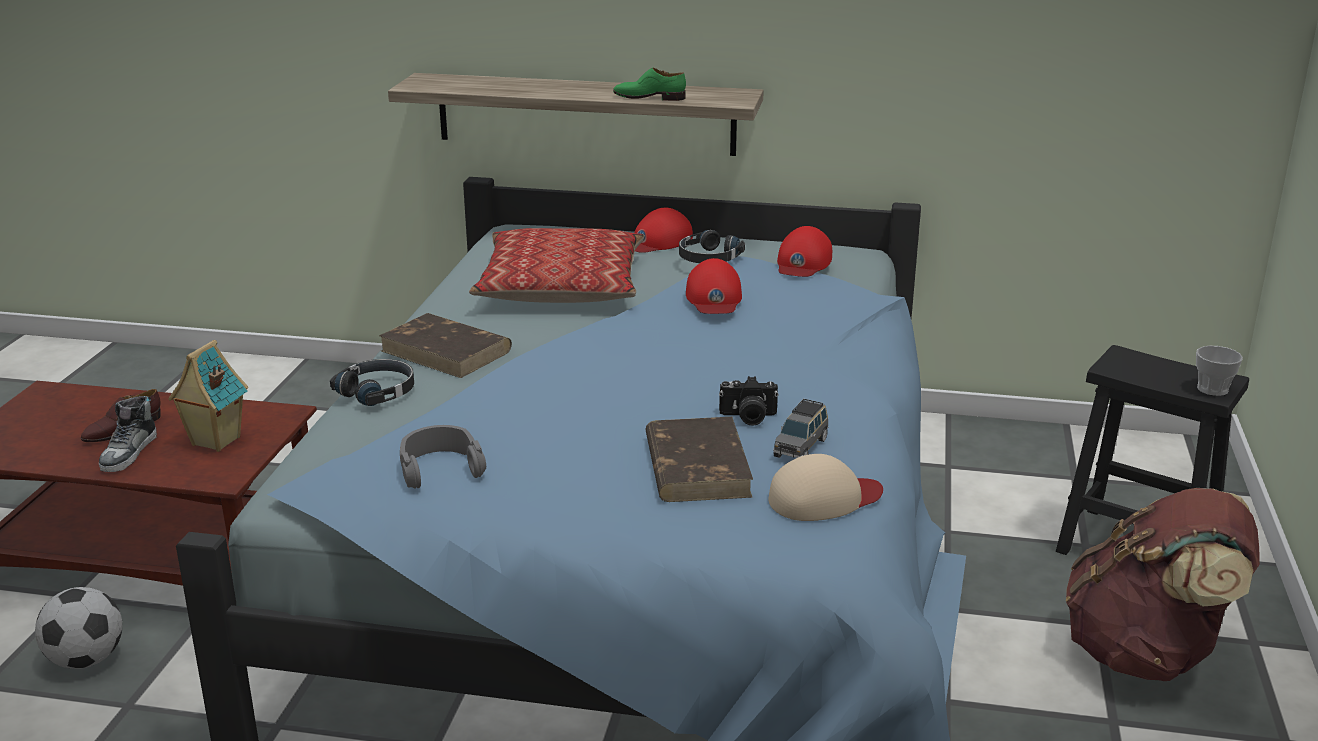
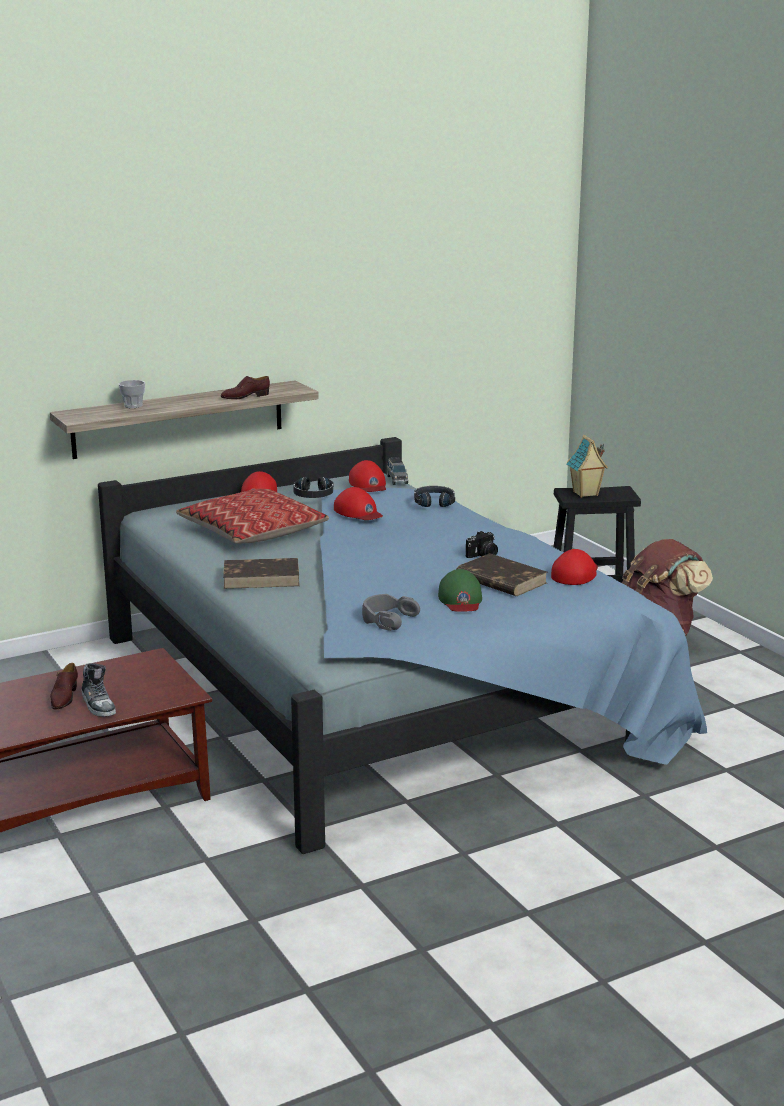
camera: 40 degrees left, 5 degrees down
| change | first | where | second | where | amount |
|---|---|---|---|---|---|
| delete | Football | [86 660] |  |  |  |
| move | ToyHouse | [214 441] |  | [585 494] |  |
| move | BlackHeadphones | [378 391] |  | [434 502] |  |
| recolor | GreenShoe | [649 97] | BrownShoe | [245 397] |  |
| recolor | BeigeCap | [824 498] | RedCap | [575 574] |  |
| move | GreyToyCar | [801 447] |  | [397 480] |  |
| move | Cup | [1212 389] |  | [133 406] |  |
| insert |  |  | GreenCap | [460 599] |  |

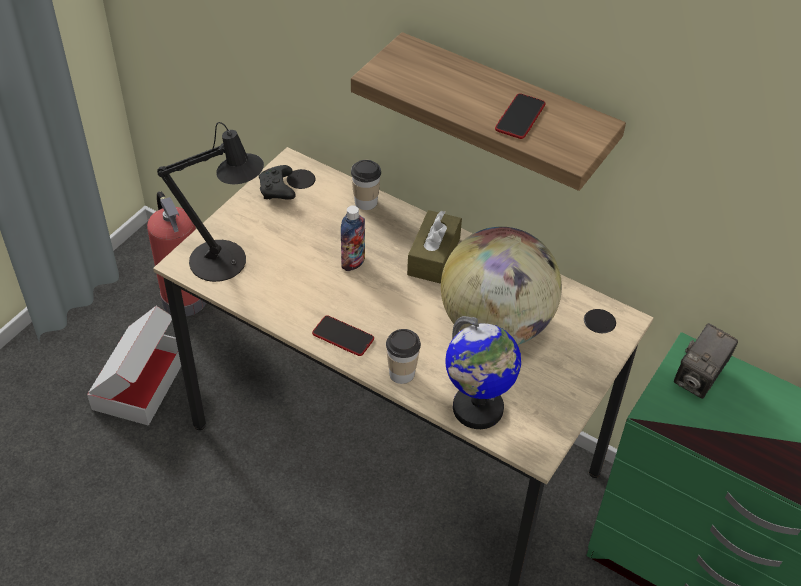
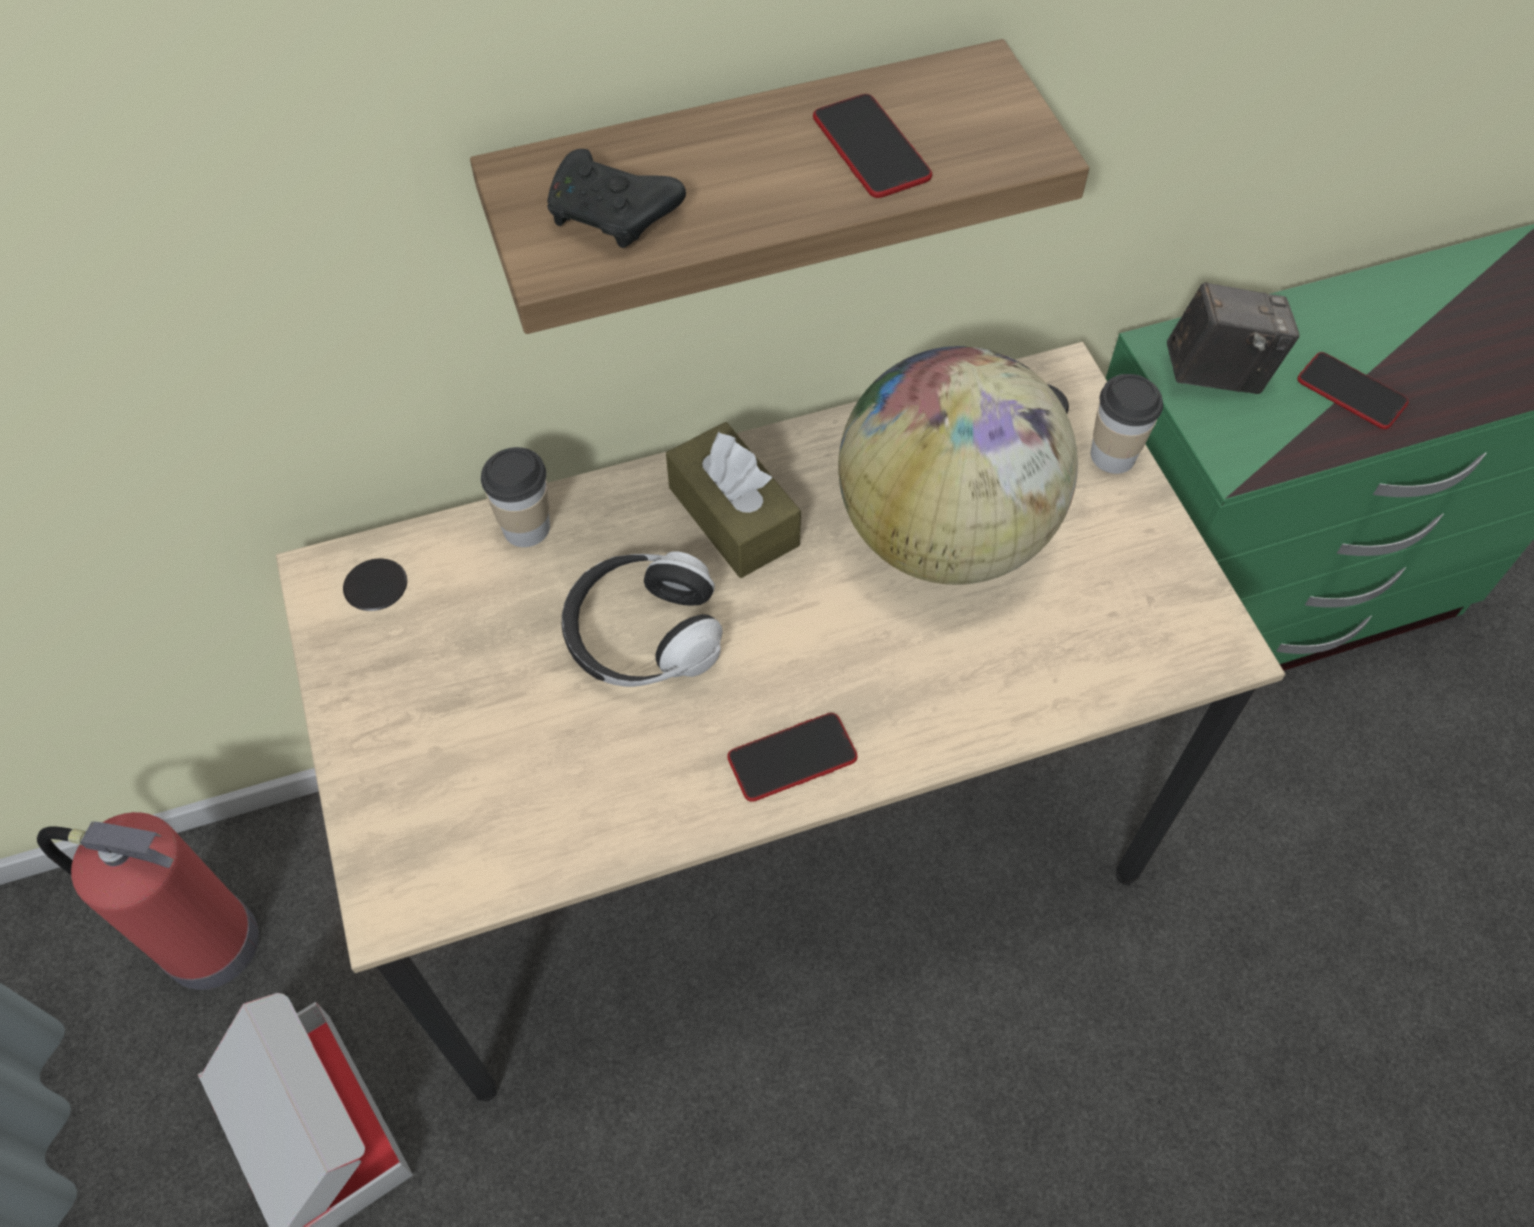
camera: 50 degrees left, 10 degrees up
| change | first | where | second | where | amount |
|---|---|---|---|---|---|
| delete | BlackTableLamp | [226 263] |  |  |  |
| move | BlackGameController | [278 190] |  | [614 215] |  |
| replace | Bottle | [353 262] | Headphones | [643 635] |  |
| move | Cup | [402 373] |  | [1113 455] |  |
| delete | Globe | [477 409] |  |  |  |
| rotate | PhotoCamera | [699 379] |  | [1217 373] | 75 degrees counterclockwise |
| insert |  |  | Phone | [1351 392] |  |

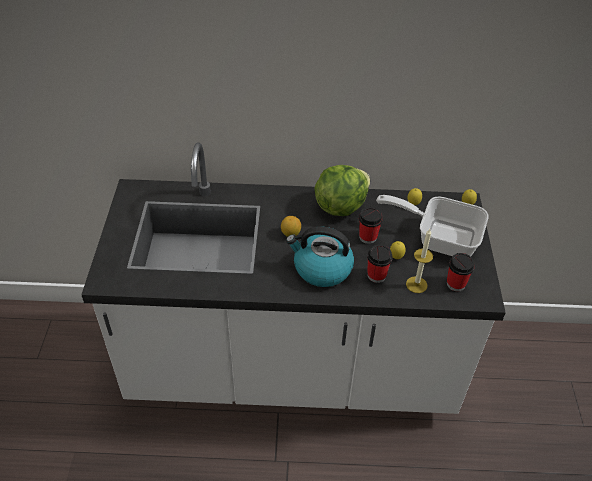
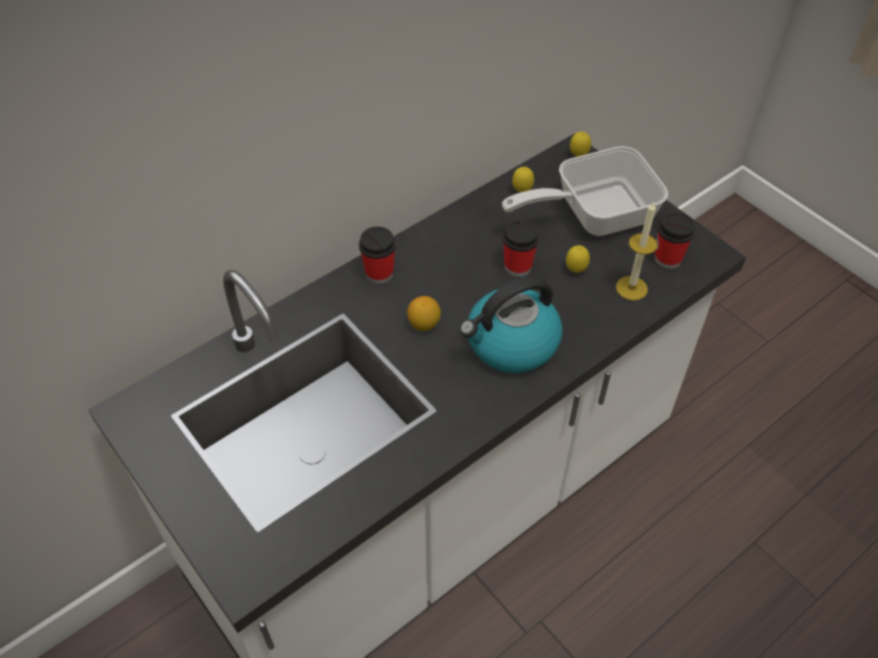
camera: 40 degrees left, 5 degrees up
| change | first | where | second | where | amount |
|---|---|---|---|---|---|
| delete | Lettuce | [340 206] |  |  |  |
| move | Cup | [376 275] |  | [379 273] |  |

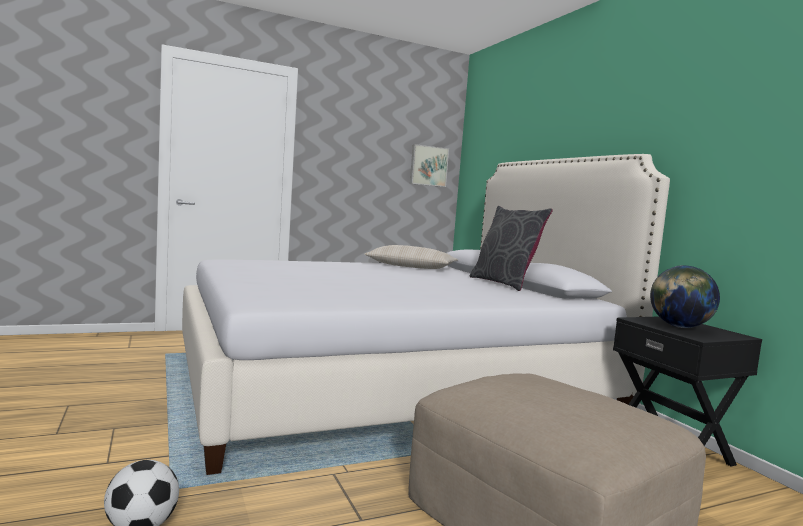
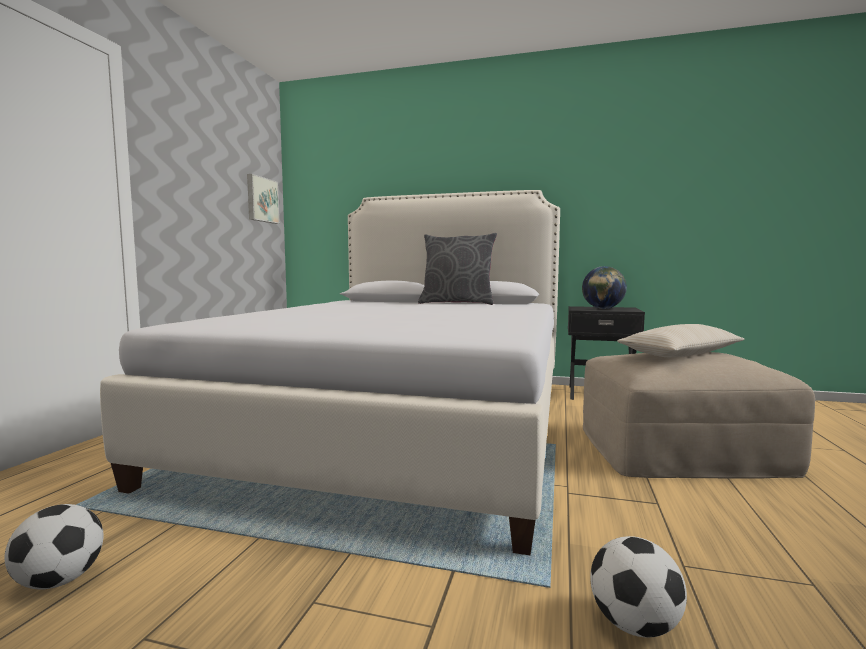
camera: 50 degrees left, 0 degrees up
| change | first | where | second | where | amount |
|---|---|---|---|---|---|
| move | BeigePillow | [410 267] |  | [681 354] |  |
| insert |  |  | Football | [59 581] |  |

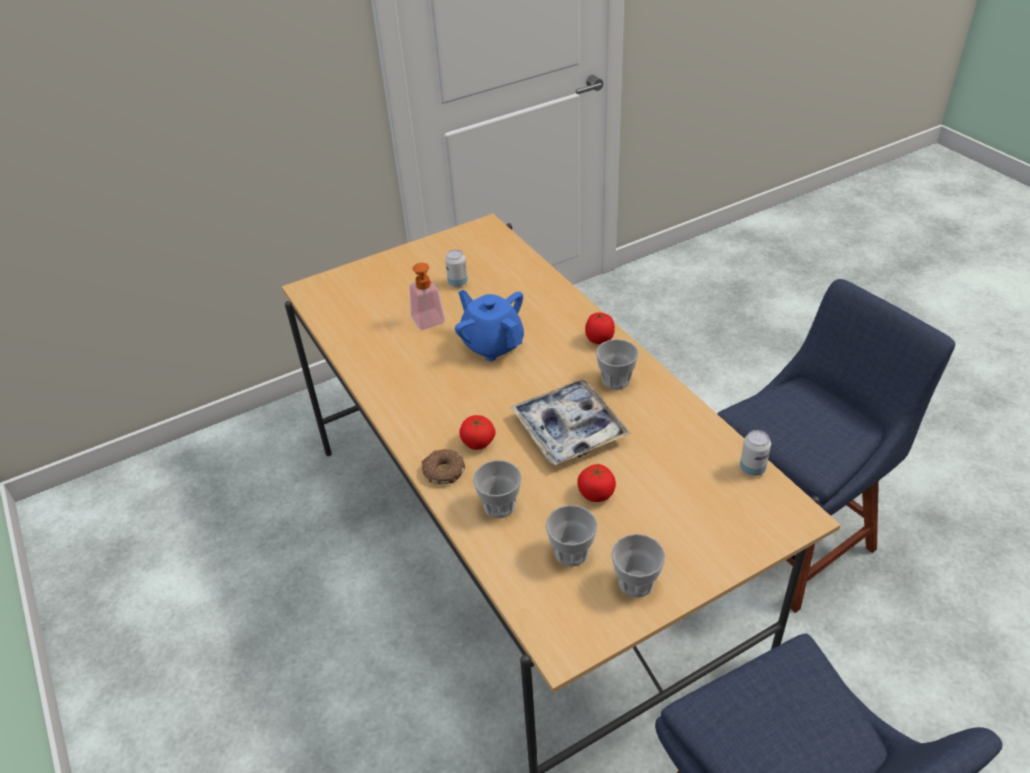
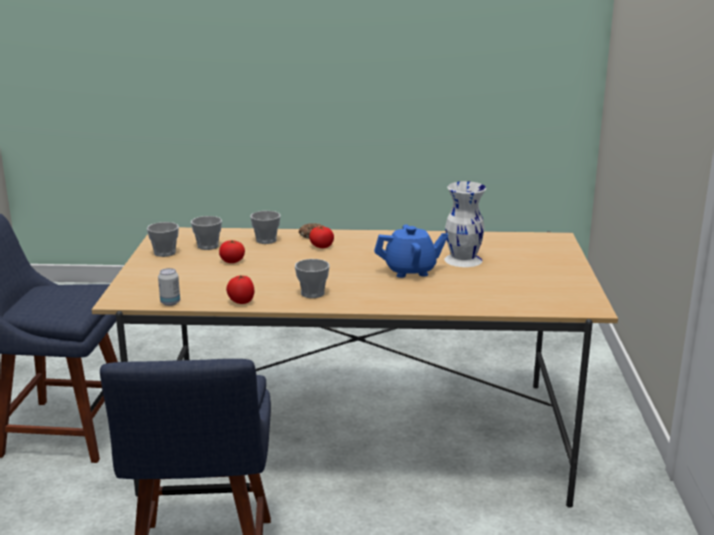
camera: 120 degrees right, 20 degrees down
| change | first | where | second | where | amount |
|---|---|---|---|---|---|
| replace | SoapDispenser | [430 323] | WhiteVase | [463 260] |  |
| delete | Can | [457 283] |  |  |  |
| delete | Tray | [569 429] |  |  |  |
| move | Tomato | [599 340] |  | [241 302] |  |

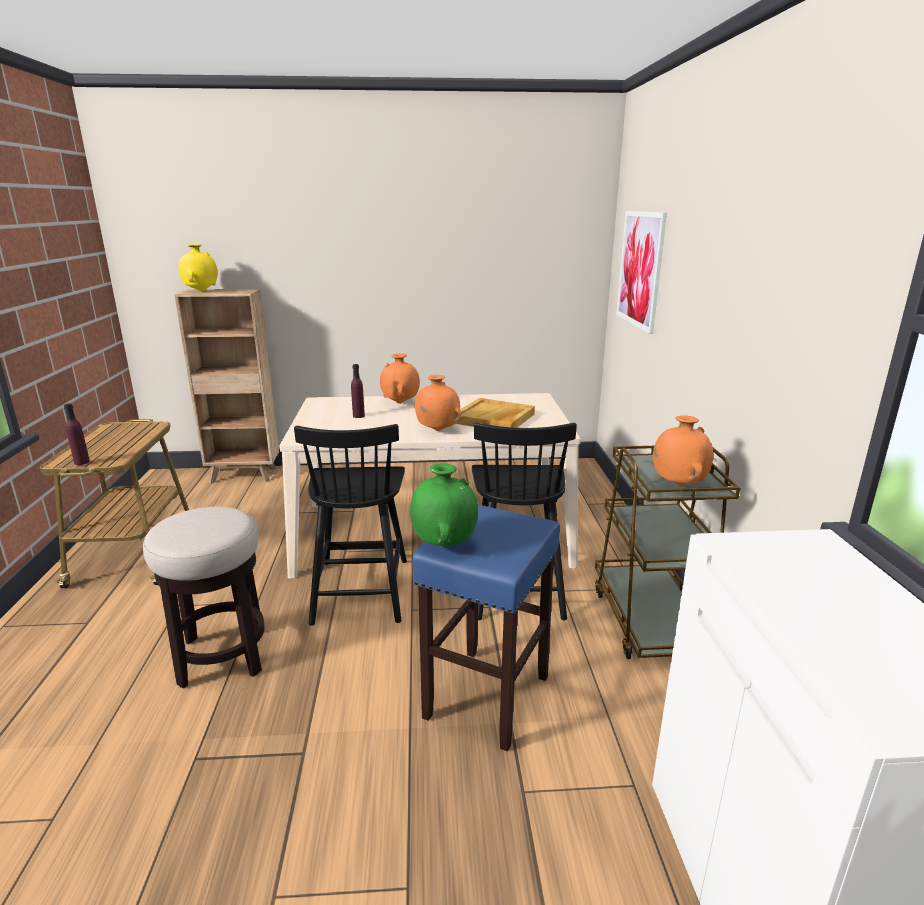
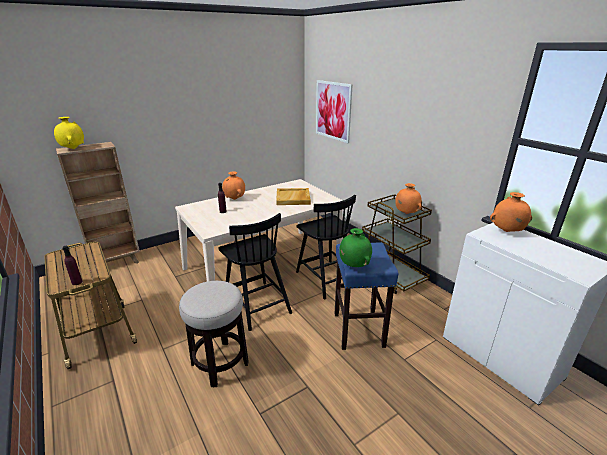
camera: 30 degrees left, 5 degrees up
| change | first | where | second | where | amount |
|---|---|---|---|---|---|
| move | OrangeVase | [437 430] |  | [506 231] |  |

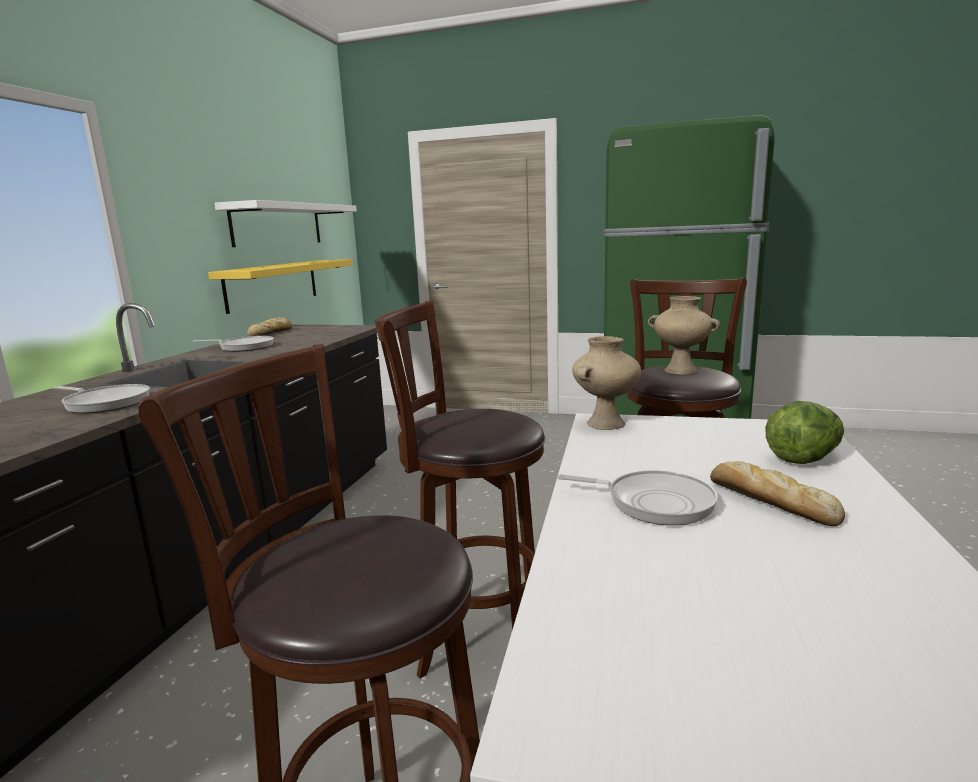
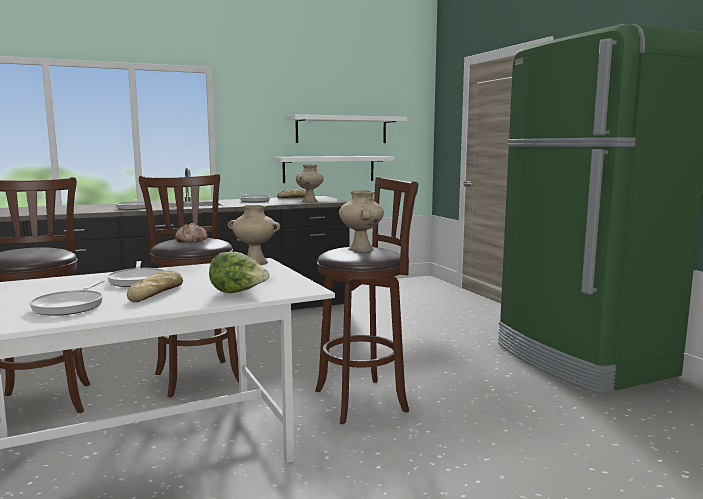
camera: 50 degrees right, 5 degrees down
| change | first | where | second | where | amount |
|---|---|---|---|---|---|
| recolor | YellowShelf | [273 284] | WhiteShelf | [329 169] |  |
| insert |  |  | FryingPan | [71 306] |  |
| insert |  |  | Bread | [191 241] |  |
| insert |  |  | BeigeVase | [309 201] |  |

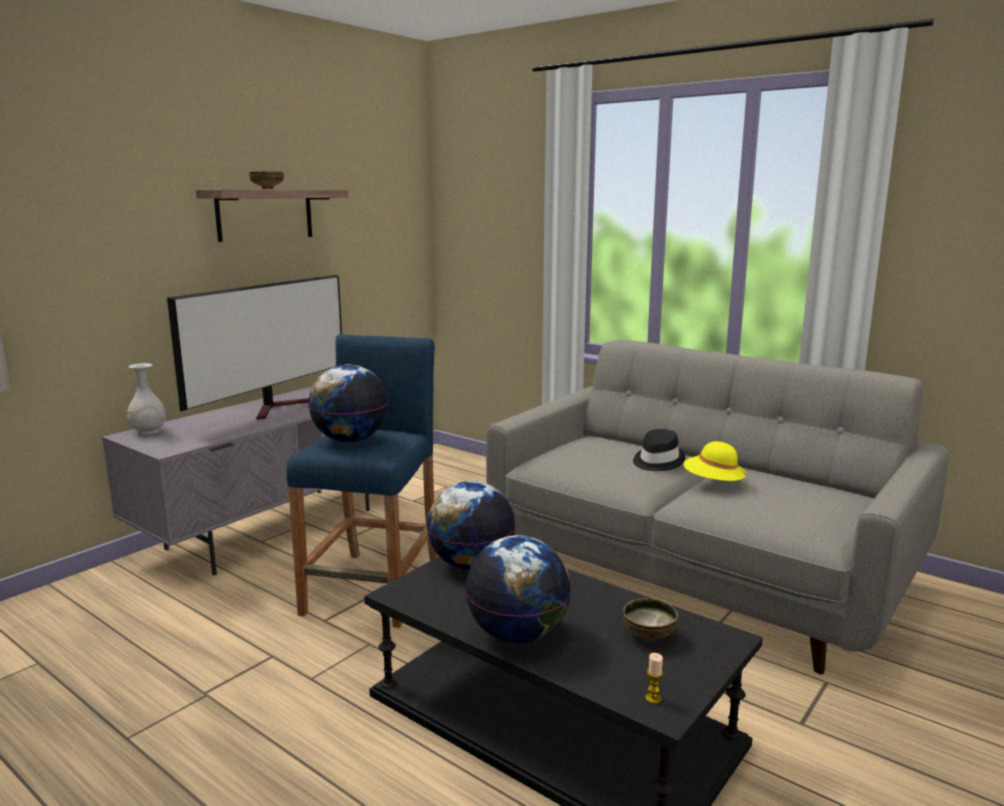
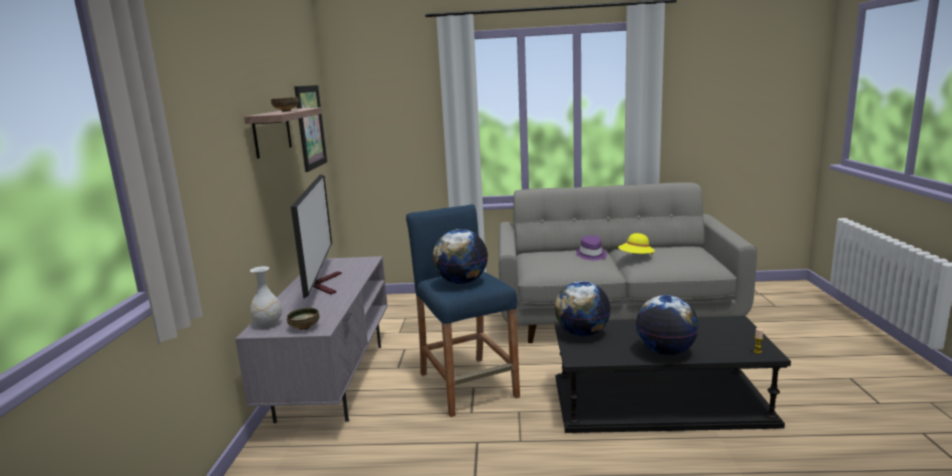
camera: 35 degrees left, 0 degrees up
| change | first | where | second | where | amount |
|---|---|---|---|---|---|
| move | Bowl | [650 636] |  | [305 328] |  |
| recolor | BlackHat | [657 461] | PurpleHat | [591 255] |  |
| insert |  |  | Picture | [310 127] |  |

